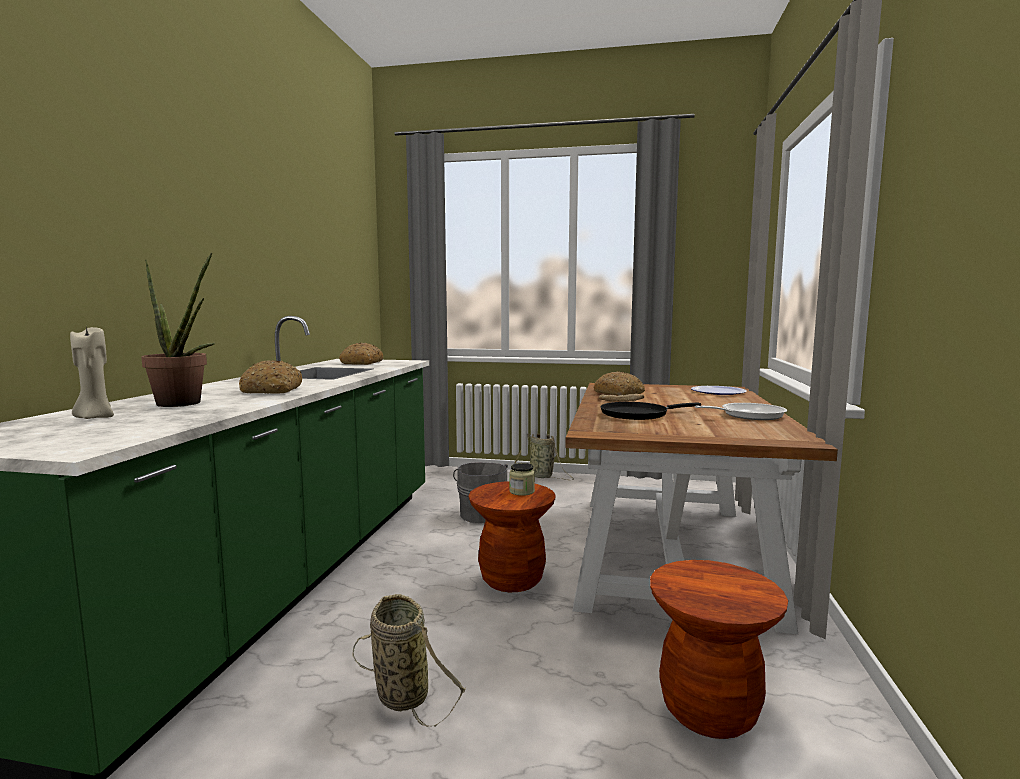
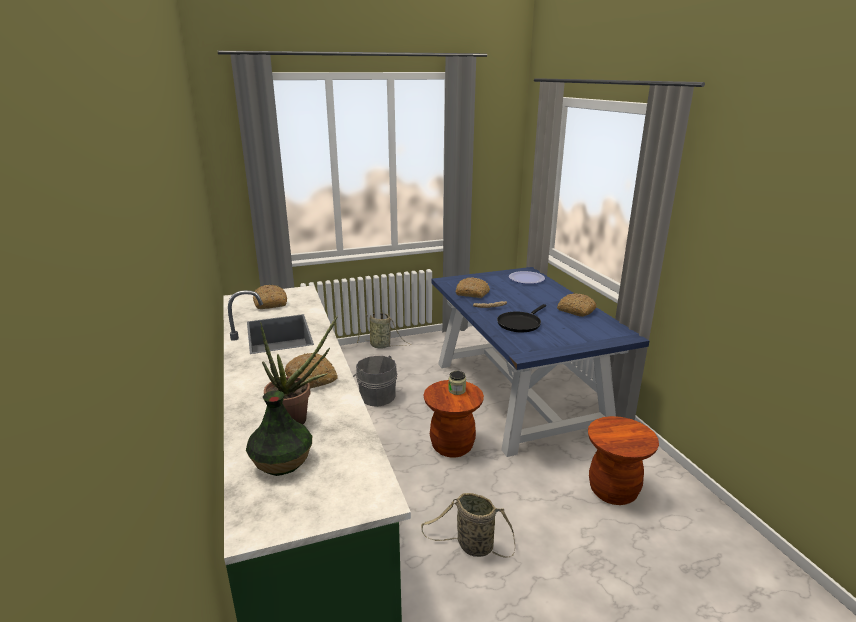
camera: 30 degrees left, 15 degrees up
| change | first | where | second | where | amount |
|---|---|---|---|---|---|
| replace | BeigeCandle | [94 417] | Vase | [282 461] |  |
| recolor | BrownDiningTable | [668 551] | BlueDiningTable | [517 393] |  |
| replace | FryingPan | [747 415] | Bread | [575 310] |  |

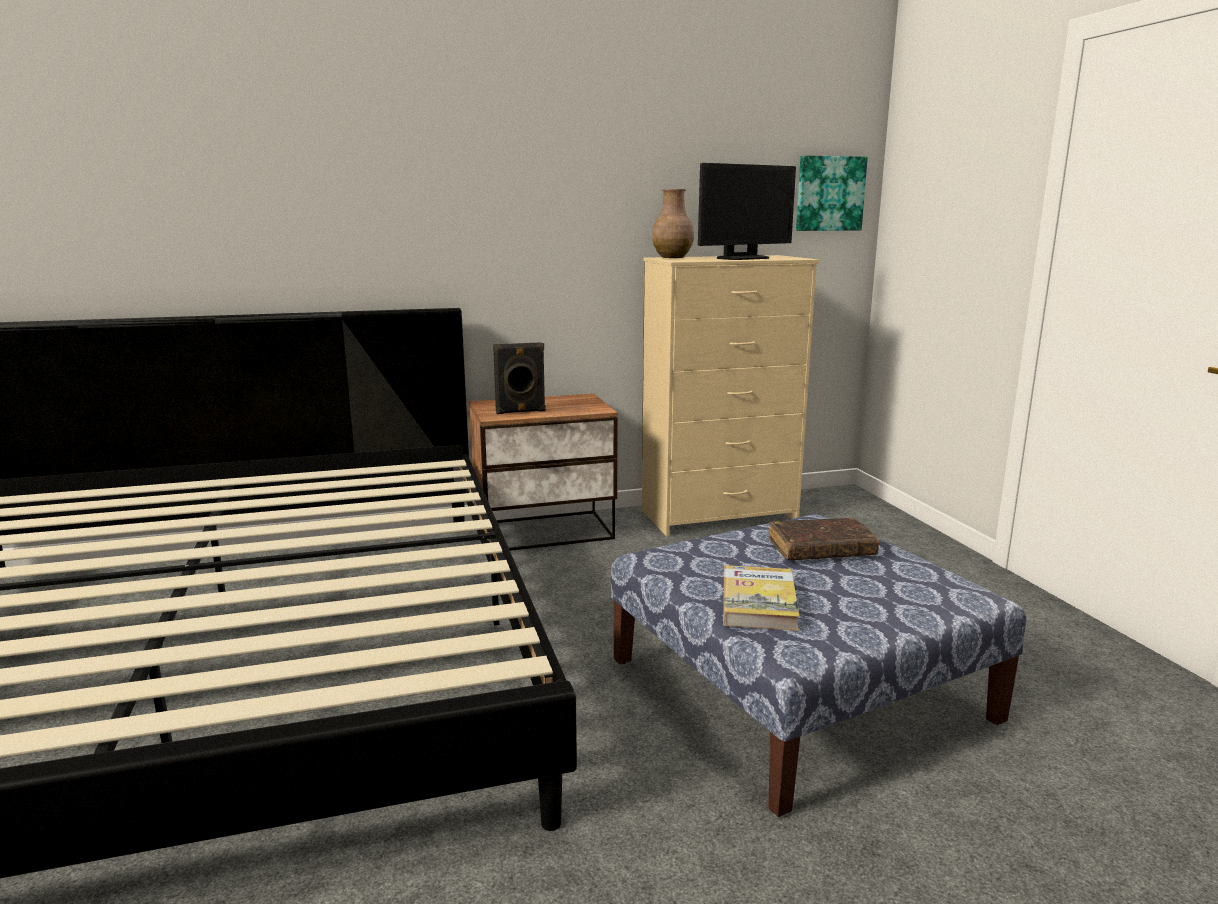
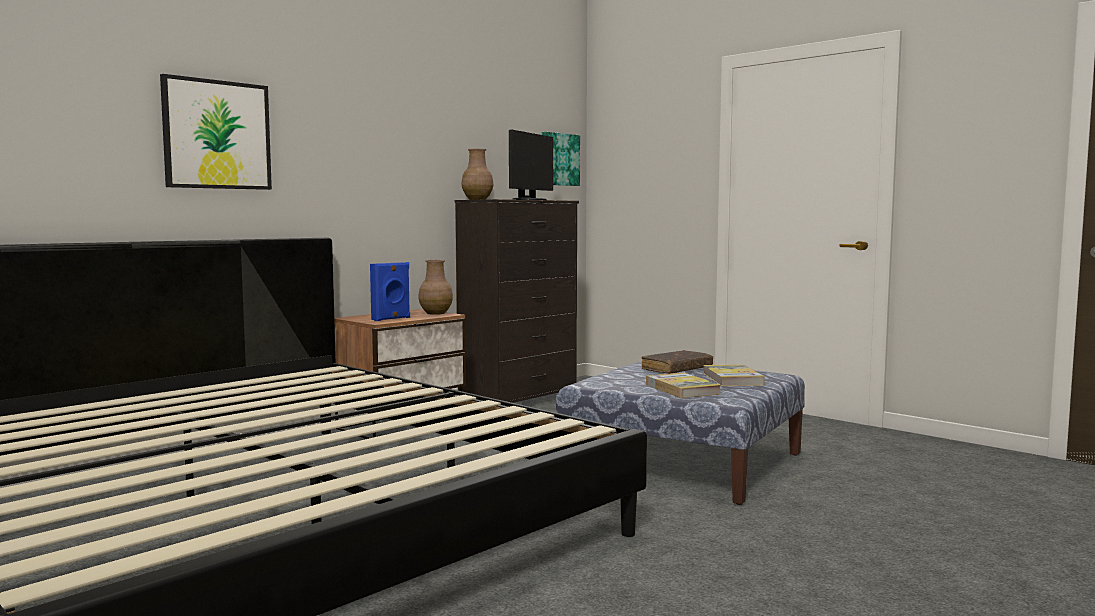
camera: 30 degrees left, 10 degrees down
| change | first | where | second | where | amount |
|---|---|---|---|---|---|
| recolor | BlackSpeaker | [520 411] | BlueSpeaker | [391 319] |  |
| recolor | BeigeDresser | [720 516] | BlackDresser | [520 400] |  |
| insert |  |  | Picture | [217 135] |  |
| insert |  |  | BrownVase | [435 313] |  |
| insert |  |  | Book | [732 379] |  |

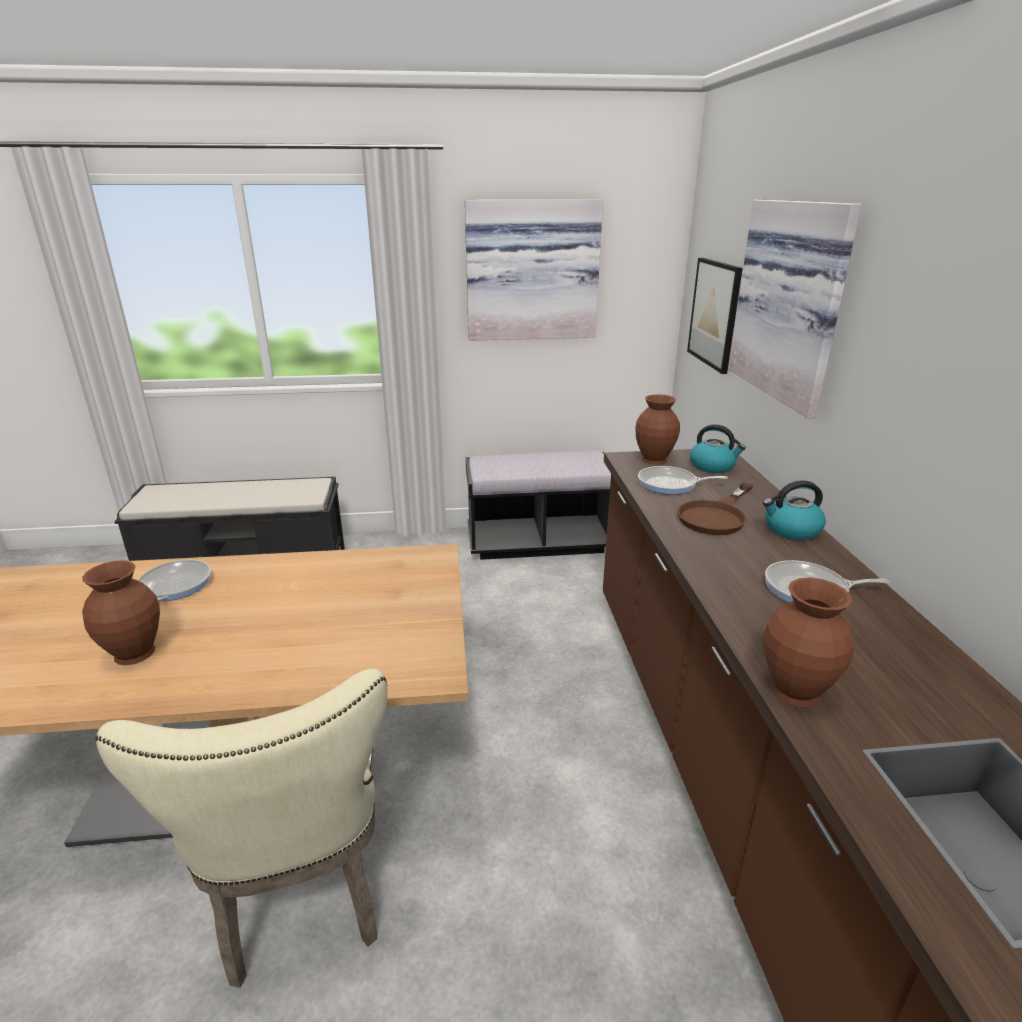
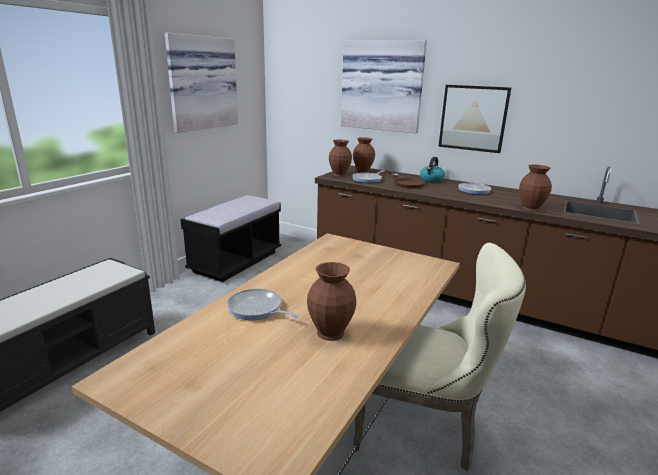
camera: 55 degrees left, 5 degrees down
| change | first | where | second | where | amount |
|---|---|---|---|---|---|
| move | Picture | [714 313] |  | [473 118] |  |
| replace | Kettle | [713 466] | BrownVase | [362 171] |  |

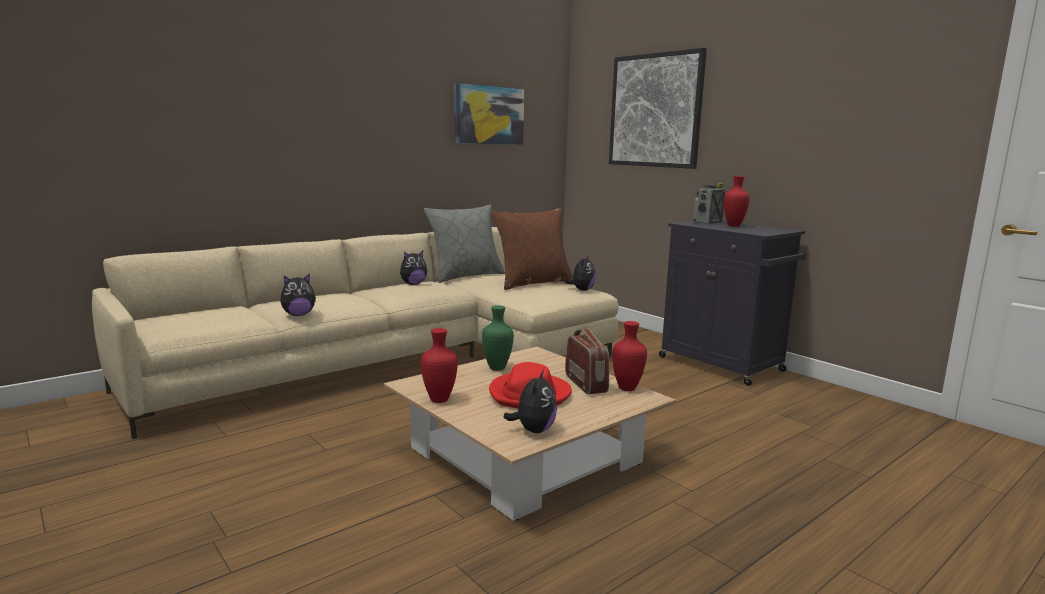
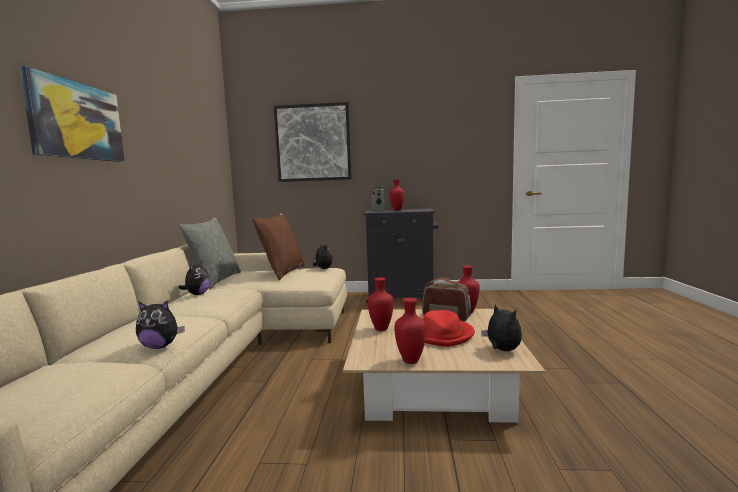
camera: 45 degrees left, 5 degrees down
| change | first | where | second | where | amount |
|---|---|---|---|---|---|
| rotate | PlushToy | [298 315] |  | [160 346] | 75 degrees clockwise |
| move | Picture | [489 115] |  | [76 121] |  |
| recolor | GreenVase | [496 369] | RedVase | [381 329] |  |

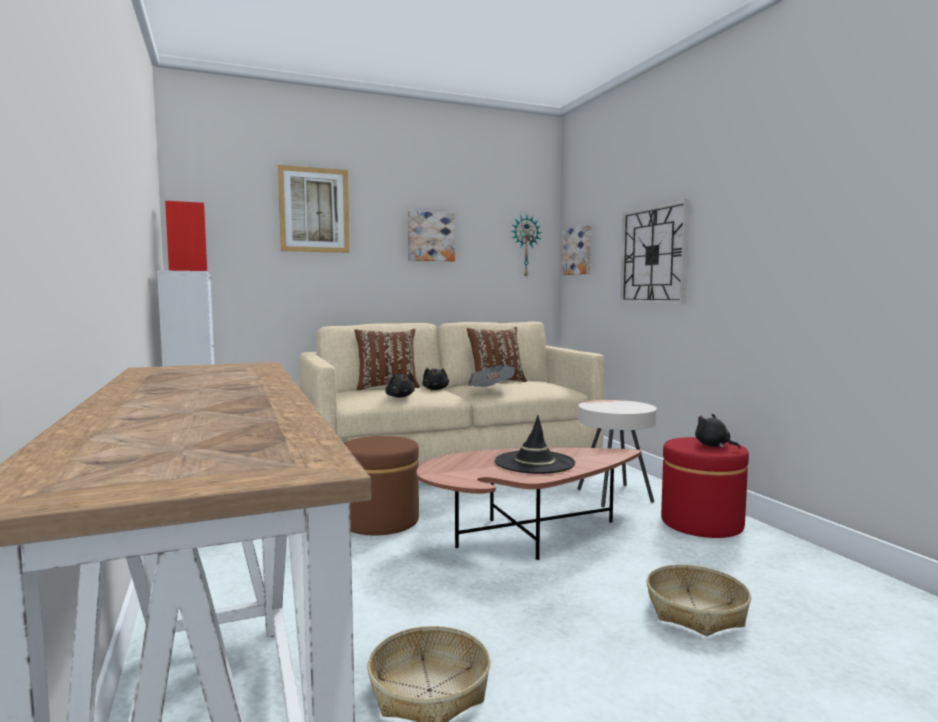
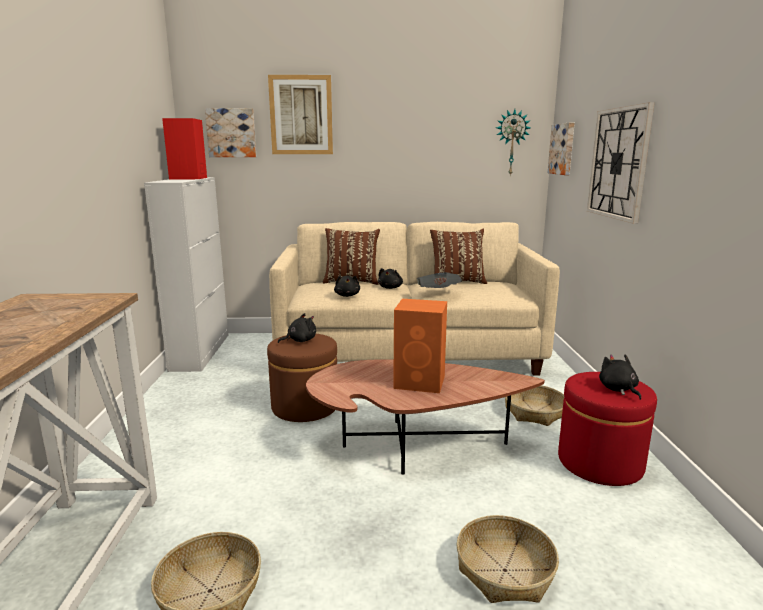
camera: 20 degrees right, 10 degrees up
| change | first | where | second | where | amount |
|---|---|---|---|---|---|
| move | Picture | [430 237] |  | [231 133] |  |
| replace | BlackHat | [534 462] | OrangeSpeaker | [421 382] |  |
| replace | BeigeSideTable | [614 495] | Basket | [534 412] |  |
| insert |  |  | BlackPlushToy | [300 340] |  |

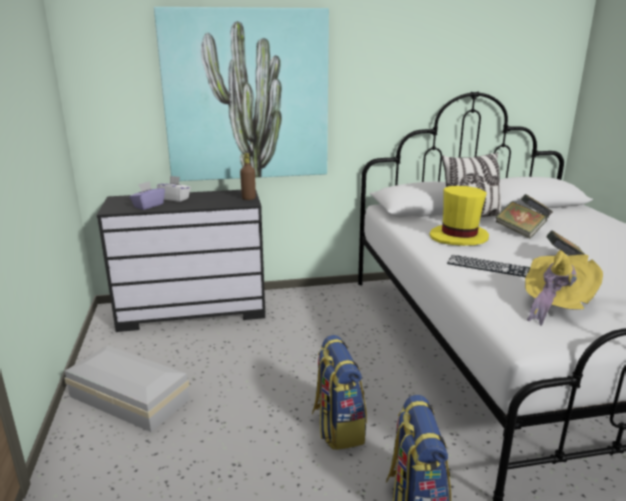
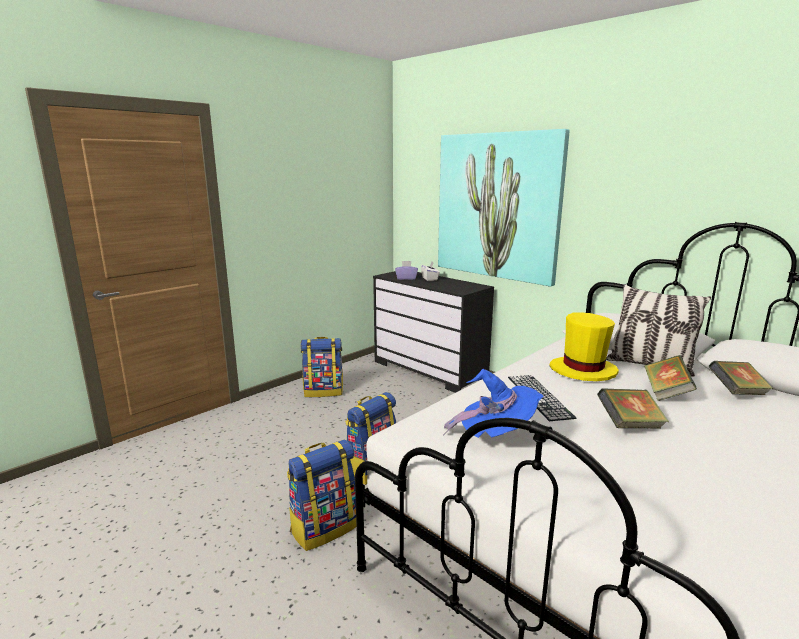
camera: 55 degrees right, 5 degrees down
| change | first | where | second | where | amount |
|---|---|---|---|---|---|
| replace | WhiteStorageBox | [129 396] | Backpack | [324 391] |  |
| delete | BrownBottle | [248 198] |  |  |  |
| recolor | YellowHat | [554 306] | BlueHat | [496 436] |  |

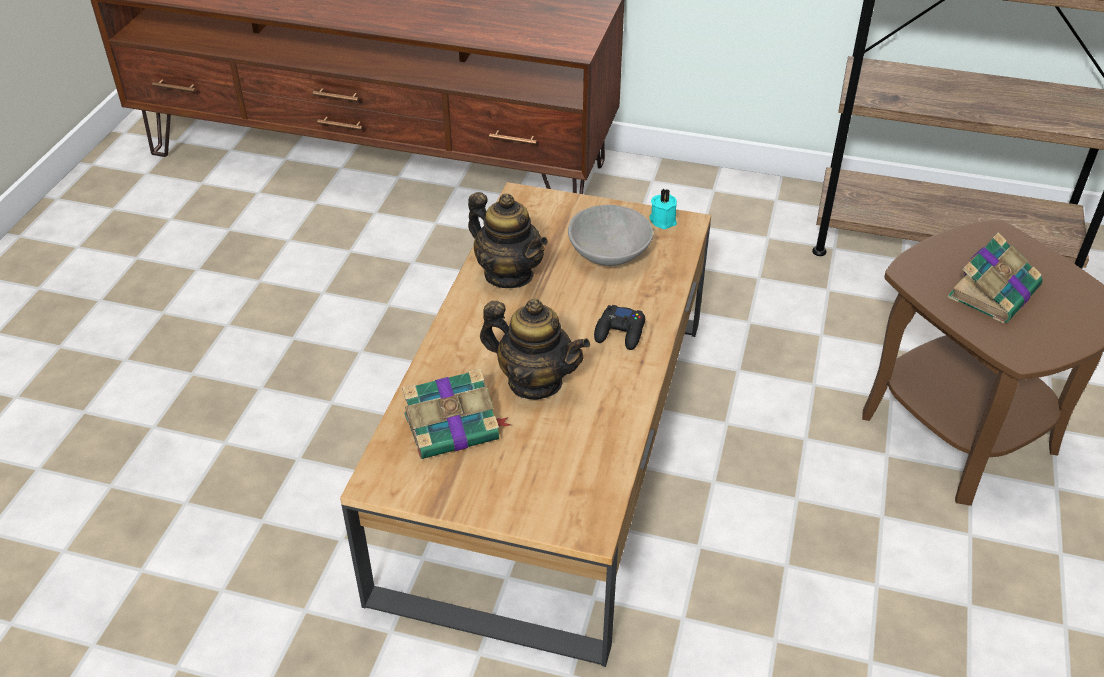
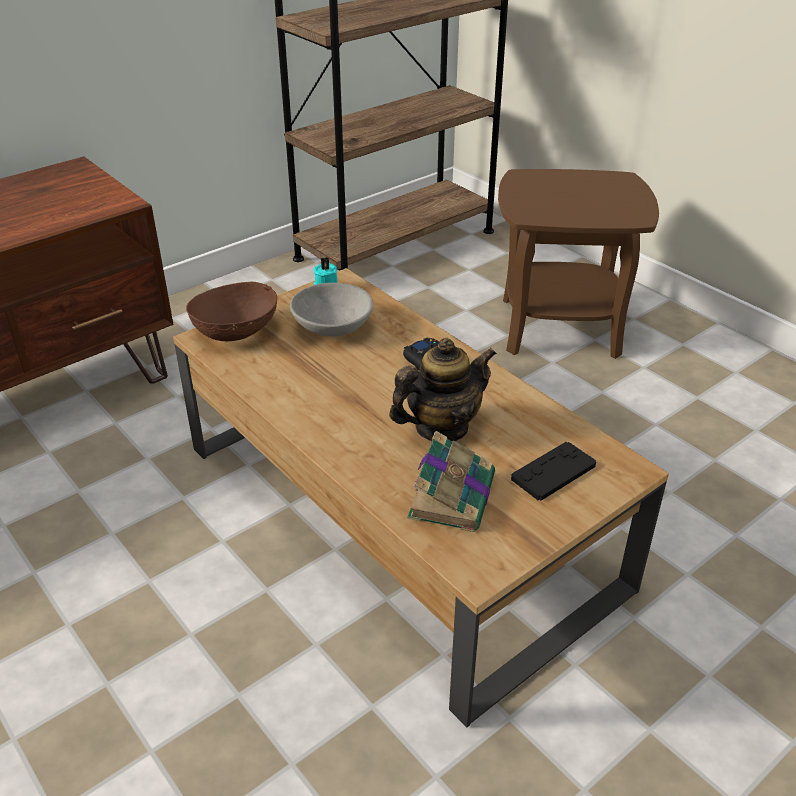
camera: 55 degrees left, 5 degrees down
| change | first | where | second | where | amount |
|---|---|---|---|---|---|
| delete | Teapot | [508 274] |  |  |  |
| delete | Book | [994 291] |  |  |  |
| insert |  |  | BrownBowl | [236 331] |  |
| insert |  |  | BlackGameController | [553 472] |  |

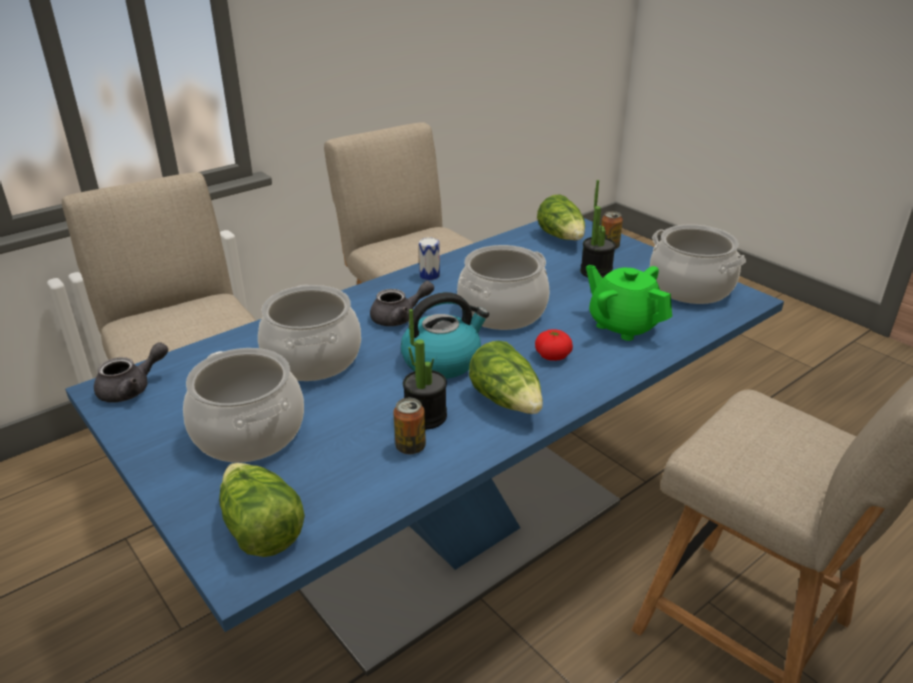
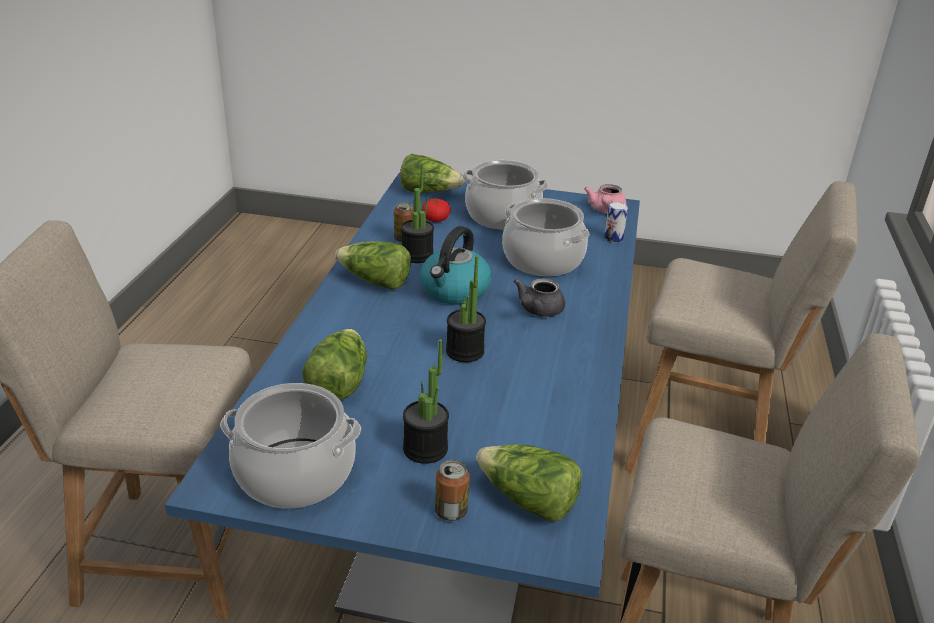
camera: 140 degrees right, 0 degrees up
| change | first | where | second | where | amount |
|---|---|---|---|---|---|
| recolor | GreyTeapot | [132 389] | PinkTeapot | [605 210] |  |
| move | Can | [429 276] |  | [613 238] |  |
| replace | CookingPot | [502 311] | PottedPlant | [465 351] |  |
| move | Tomato | [552 356] |  | [435 219] |  |
| replace | GreenTeapot | [623 325] | Lettuce | [338 382] |  |

